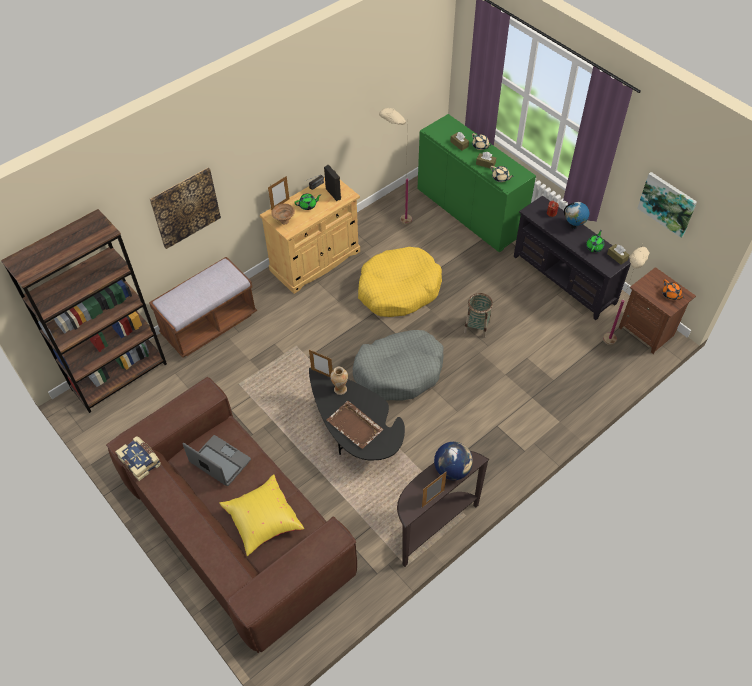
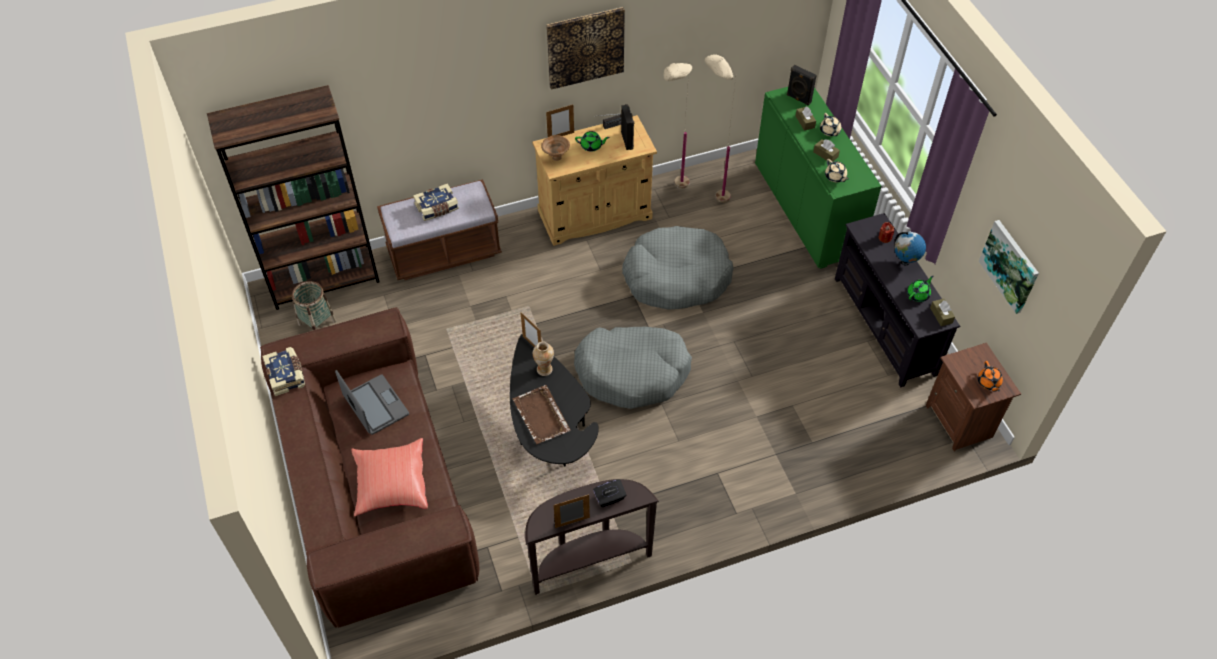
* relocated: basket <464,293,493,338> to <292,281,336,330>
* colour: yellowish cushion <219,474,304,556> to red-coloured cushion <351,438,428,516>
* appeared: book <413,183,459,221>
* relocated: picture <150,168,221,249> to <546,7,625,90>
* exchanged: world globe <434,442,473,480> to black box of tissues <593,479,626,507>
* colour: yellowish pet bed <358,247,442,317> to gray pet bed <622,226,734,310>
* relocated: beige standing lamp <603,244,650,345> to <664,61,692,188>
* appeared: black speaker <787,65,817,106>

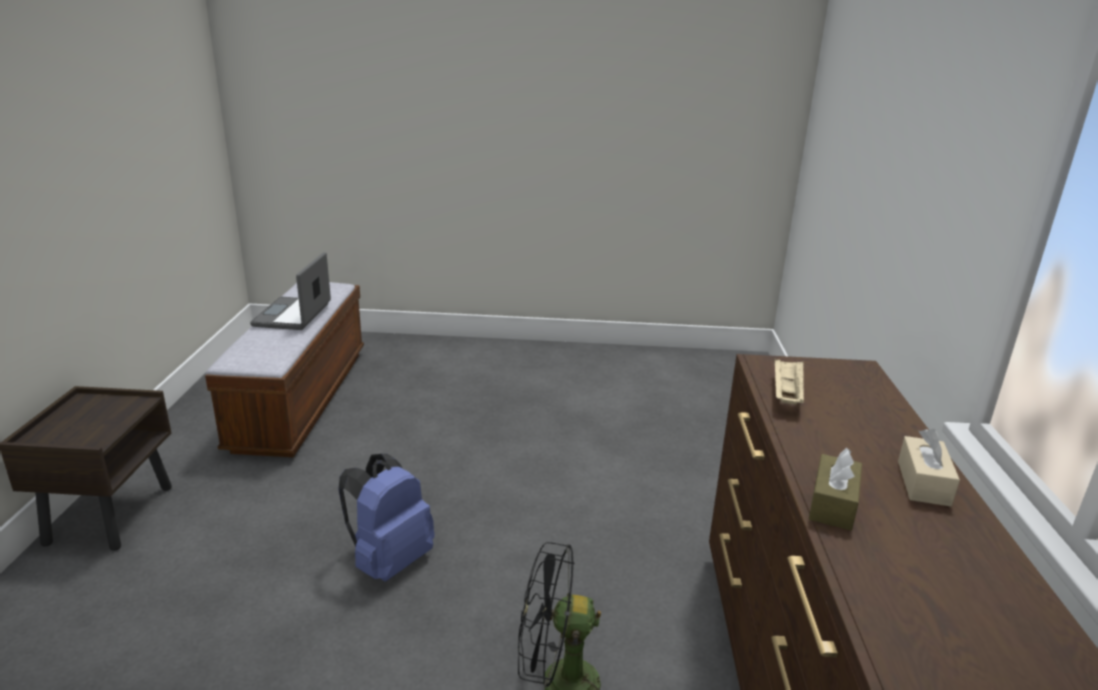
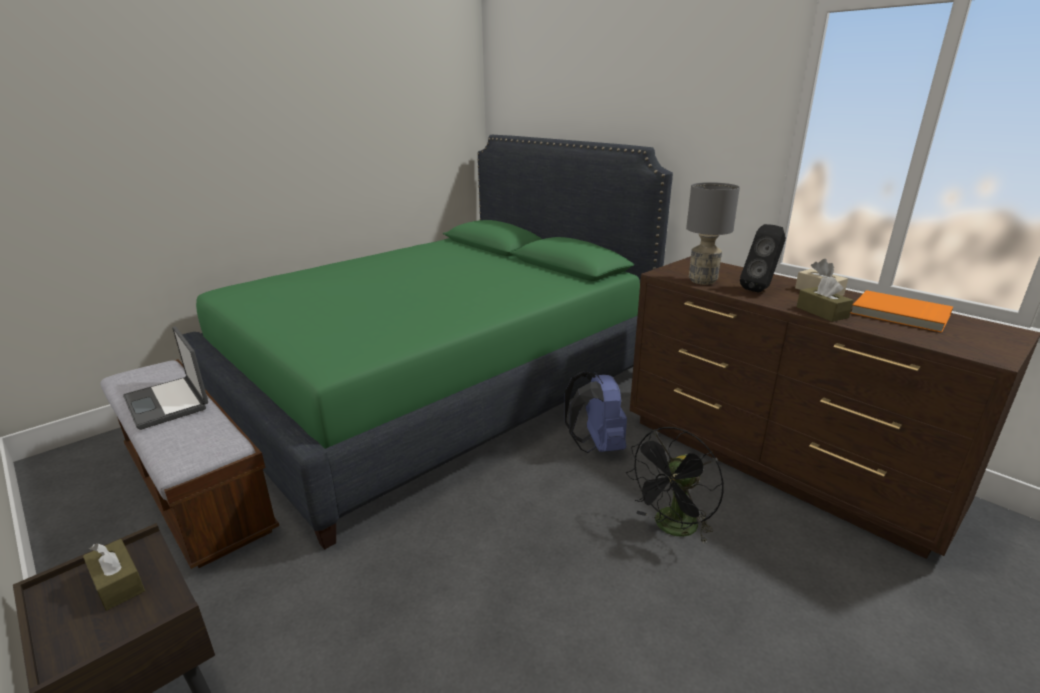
* appeared: brown-coloured box of tissues <83,539,145,611>
* appeared: green sleeping bed <182,135,673,550>
* relocated: blue backpack <339,453,435,581> to <565,371,627,453>
* exchanged: beige tray <775,359,804,404> to gray tabletop lamp <686,182,740,285>
* appeared: black speaker <740,224,786,293>
* appeared: orangey book <851,290,953,333>

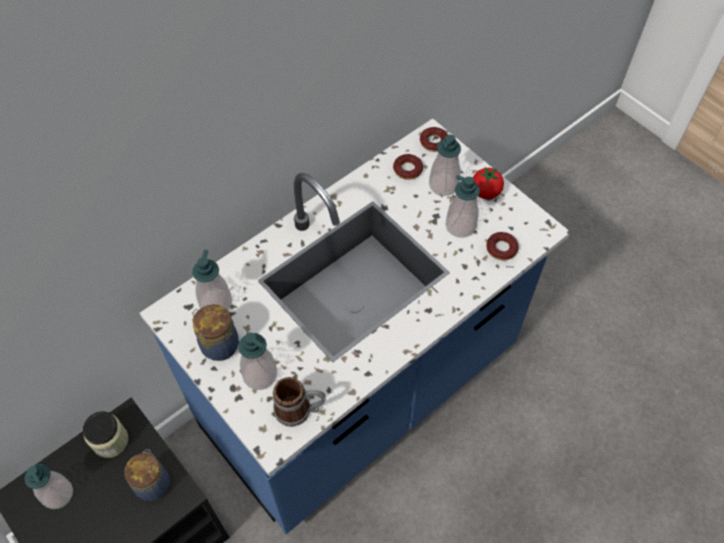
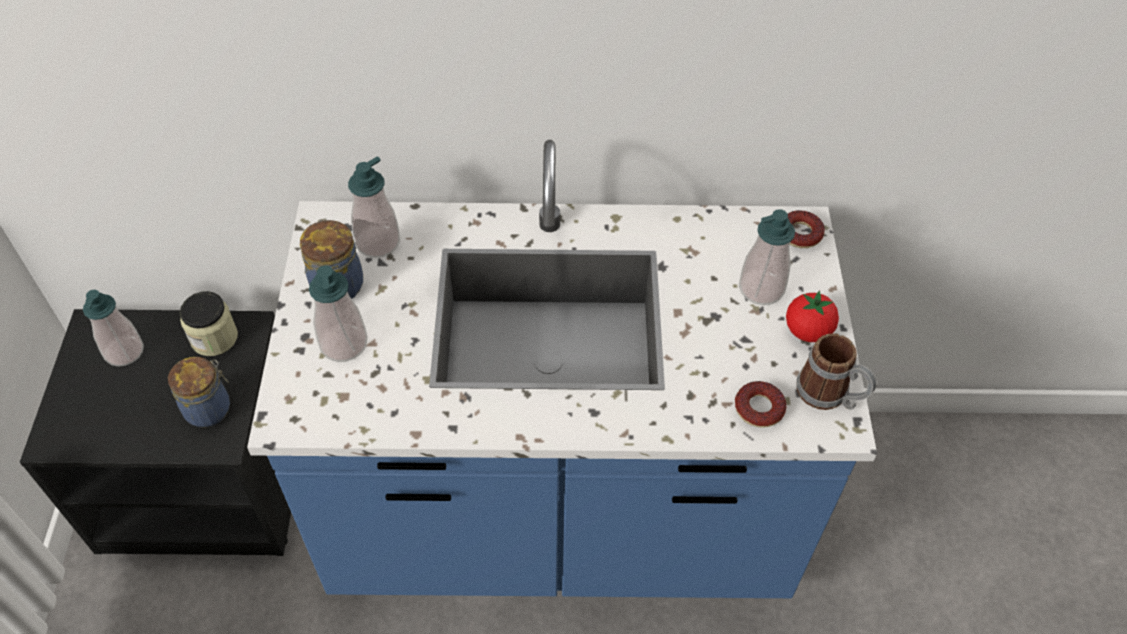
* relocated: mug <273,377,326,427> to <796,333,877,410>
* missing: ring doughnut <393,154,423,180>
* missing: soap dispenser <446,175,480,238>

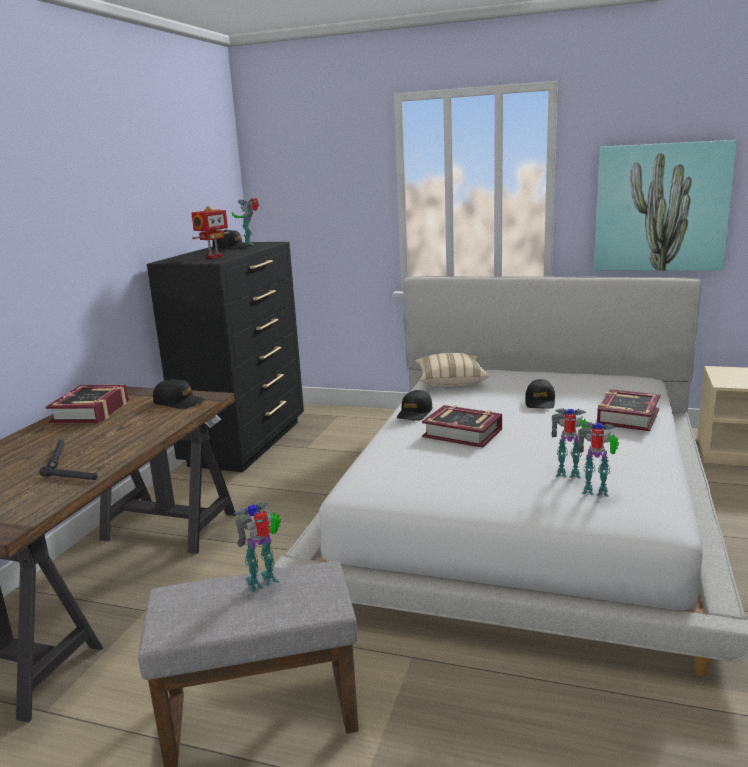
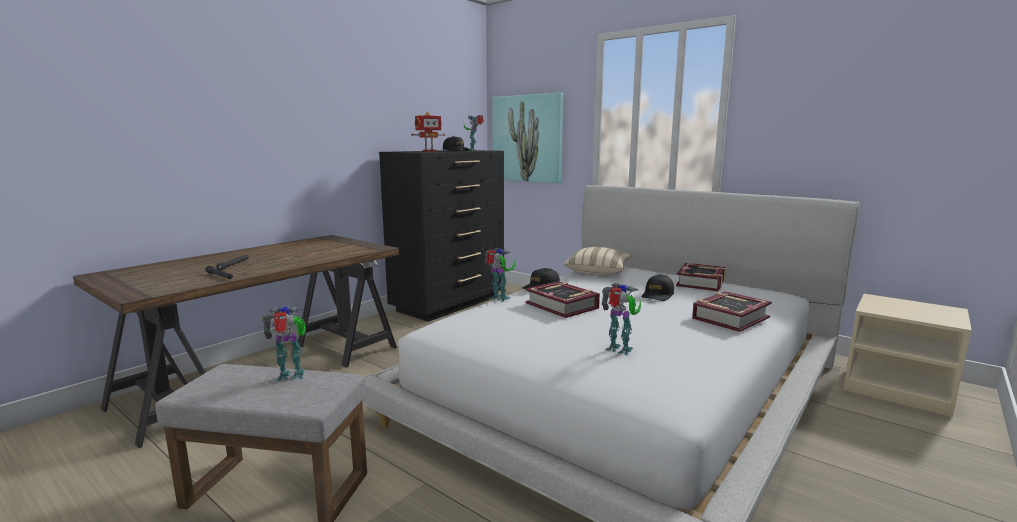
* relocated: toy robot <578,422,619,497> to <484,248,515,302>
* relocated: picture <594,140,737,271> to <492,93,563,183>
* relocated: book <46,385,129,423> to <676,263,726,292>
* missing: black peaked cap <153,379,205,409>

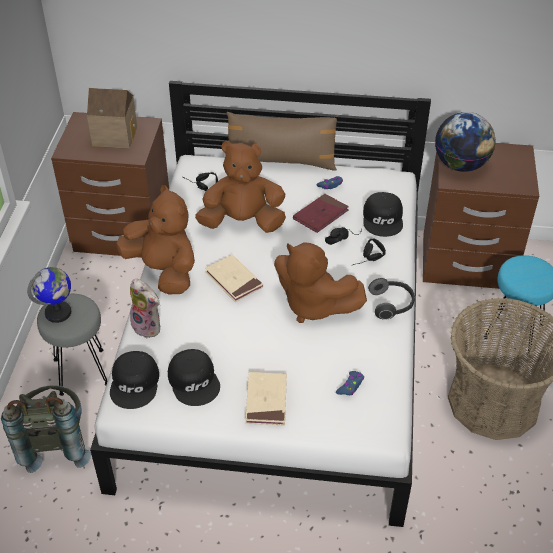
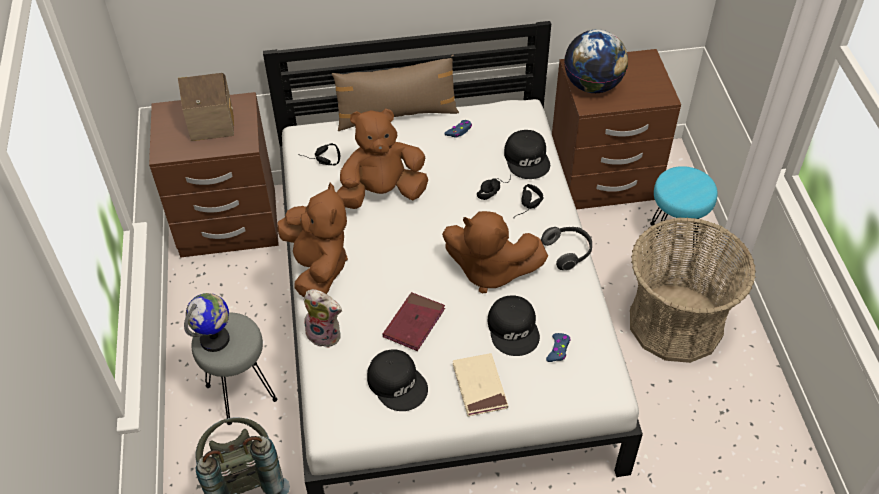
* spun: brown-coloured soft toy <116,185,195,295> = <277,183,348,297> 45 degrees clockwise
* relocated: red-coloured book <293,194,349,233> to <383,292,445,351>
* relocated: black peaked cap <110,351,159,409> to <488,295,540,356>
* missing: beige book <205,254,263,302>

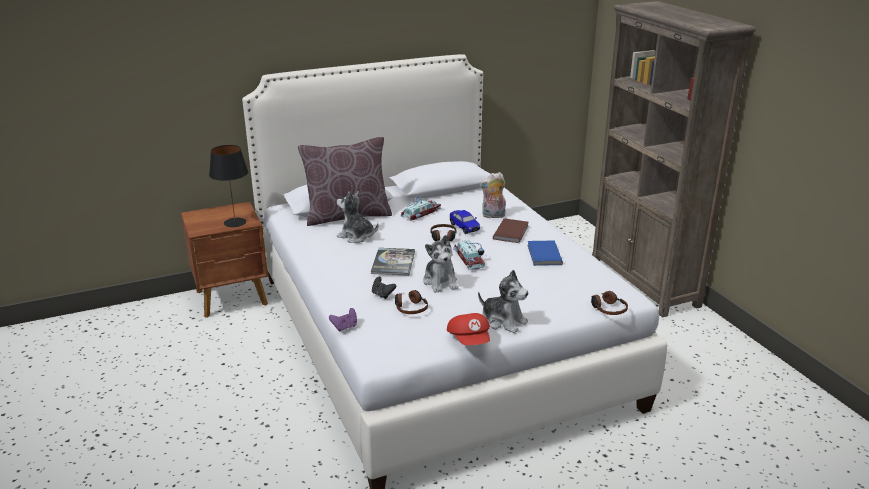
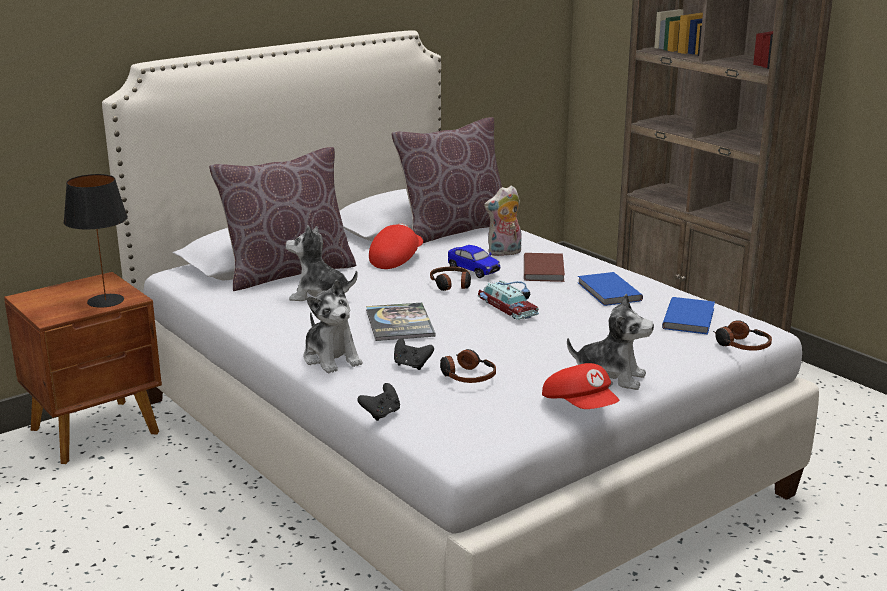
* relocated: soft toy <423,235,458,293> to <303,280,363,373>
* colour: purplish joypad <329,308,357,332> to black joypad <357,383,400,421>
* exchanged: miniature car <401,197,441,221> to red-coloured peaked cap <369,223,423,269>
* appeared: brown-coloured cushion <391,117,502,243>
* appeared: blue book <662,297,715,335>

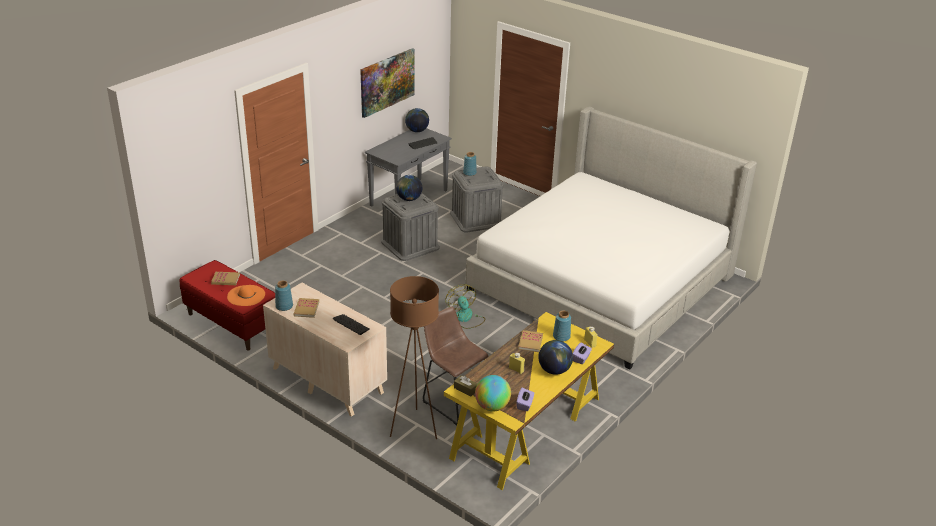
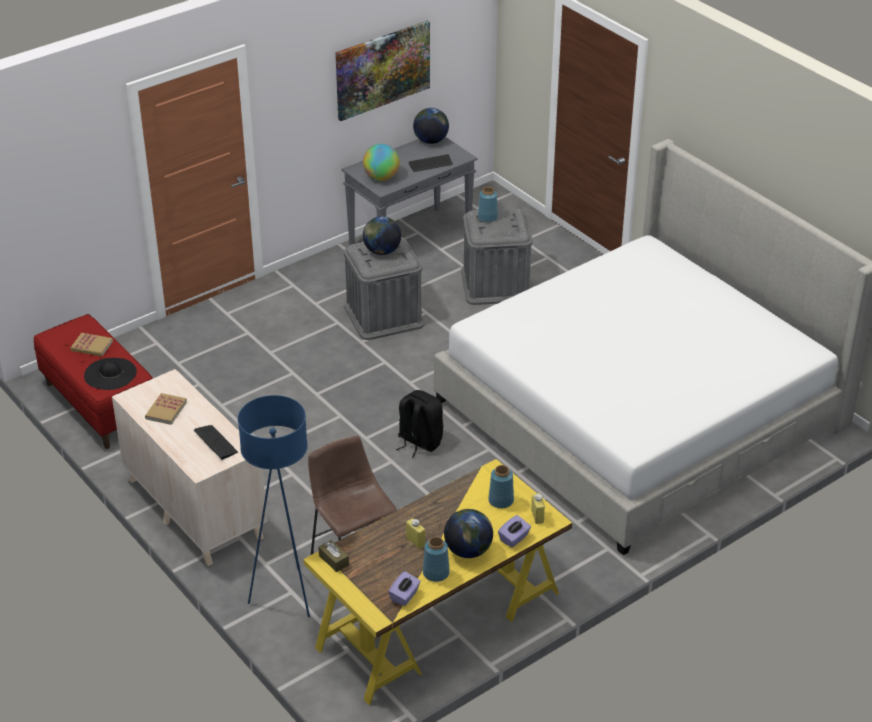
* colour: orangey clothing hat <227,285,265,306> to black clothing hat <84,358,137,390>
* colour: brown-coloured standing lamp <390,276,439,439> to blue standing lamp <238,395,310,617>
* relocated: world globe <475,375,511,411> to <363,144,400,181>
* exchanged: cooling fan <445,284,485,329> to black backpack <396,390,443,458>
* relocated: blue flower vase <275,281,293,311> to <423,537,450,582>
* missing: book <518,330,543,352>

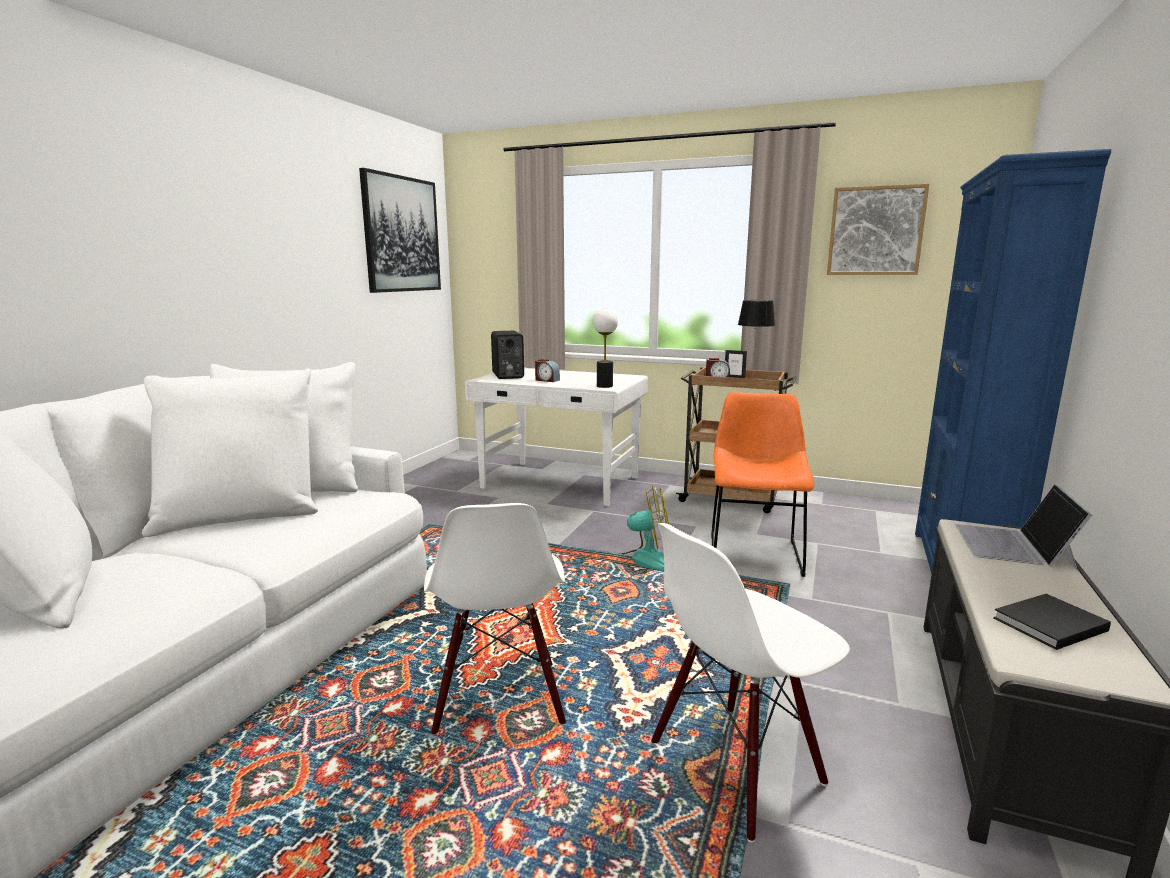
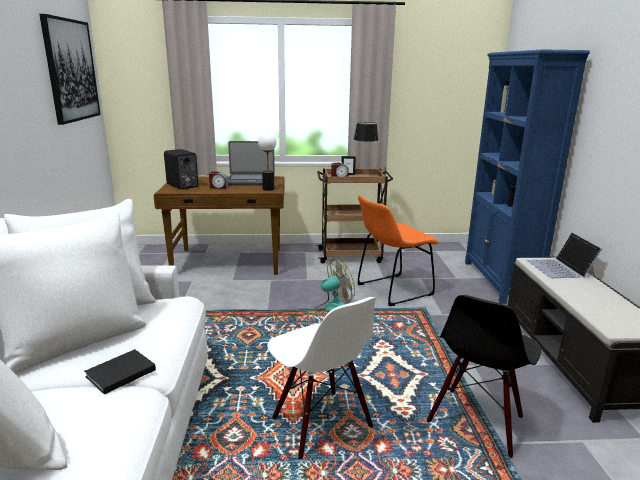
* relocated: black book <993,594,1111,650> to <84,349,156,395>
* colour: whitish desk unit <465,368,648,506> to brown-coloured desk unit <154,177,285,275>
* appeared: notebook computer <228,141,275,185>
* spun: orangey plain chair <711,392,814,577> = <357,195,439,306> 105 degrees counterclockwise
* colour: whitish plain chair <651,523,850,843> to black plain chair <426,295,541,458>
* missing: picture <827,184,929,275>

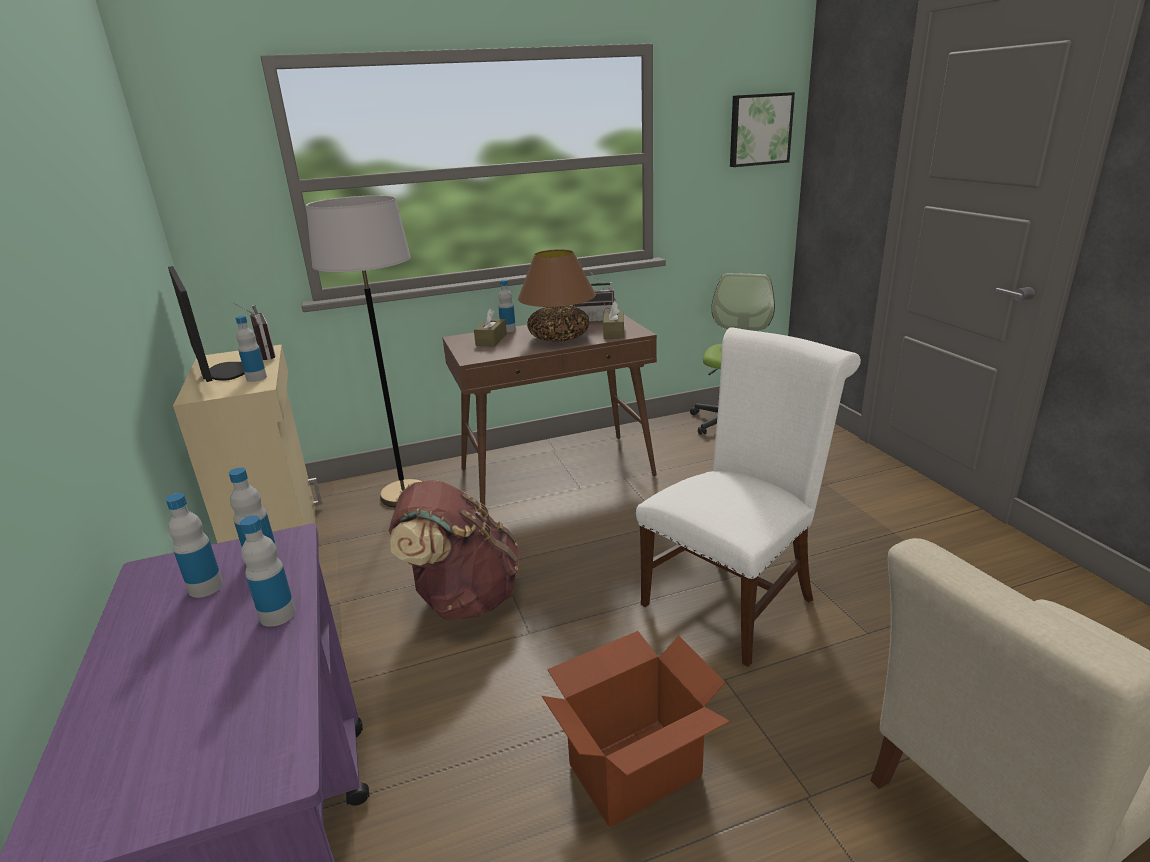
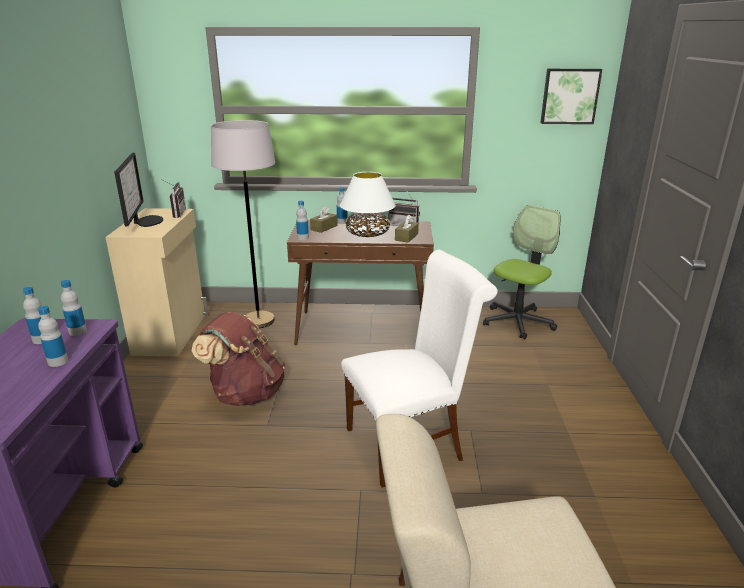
* relocated: beverage bottle <235,316,267,382> to <296,201,309,240>
* colour: brown-coloured tabletop lamp <518,249,596,341> to whitish tabletop lamp <340,172,396,237>
* missing: carton <542,631,730,827>

